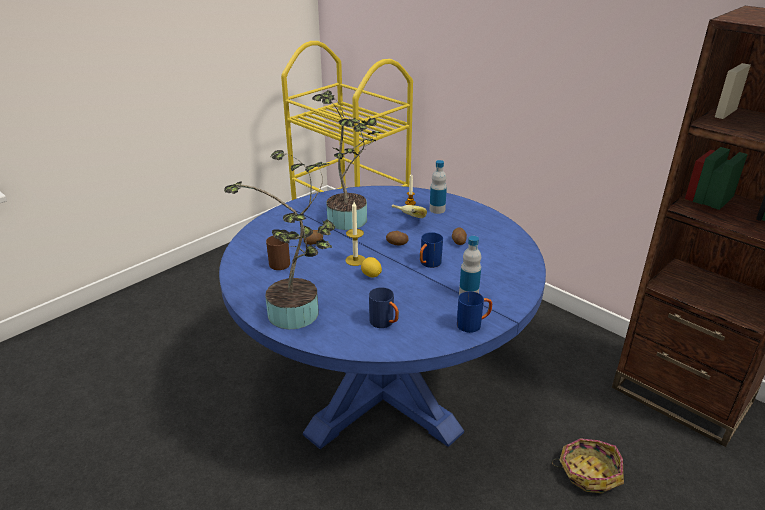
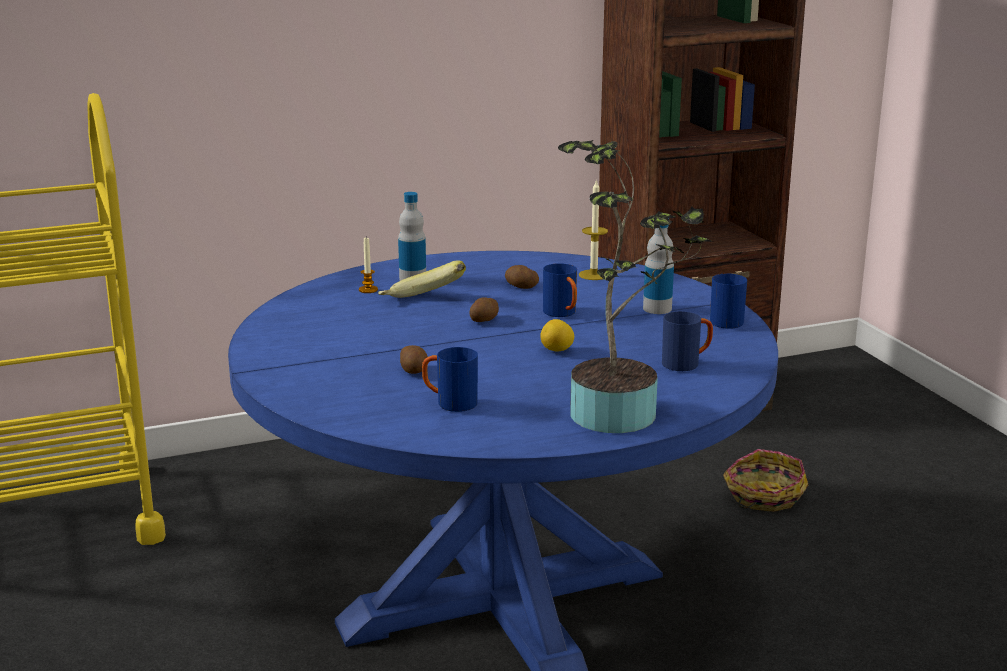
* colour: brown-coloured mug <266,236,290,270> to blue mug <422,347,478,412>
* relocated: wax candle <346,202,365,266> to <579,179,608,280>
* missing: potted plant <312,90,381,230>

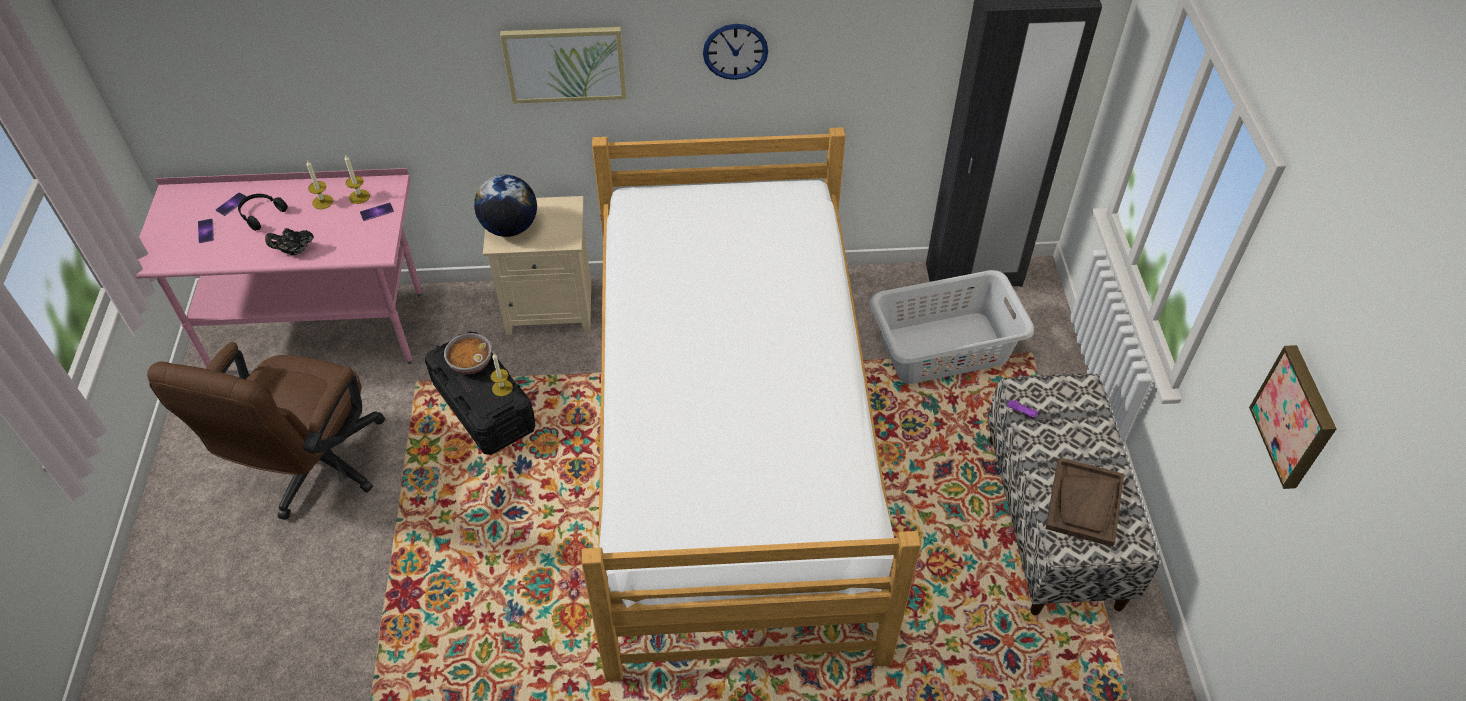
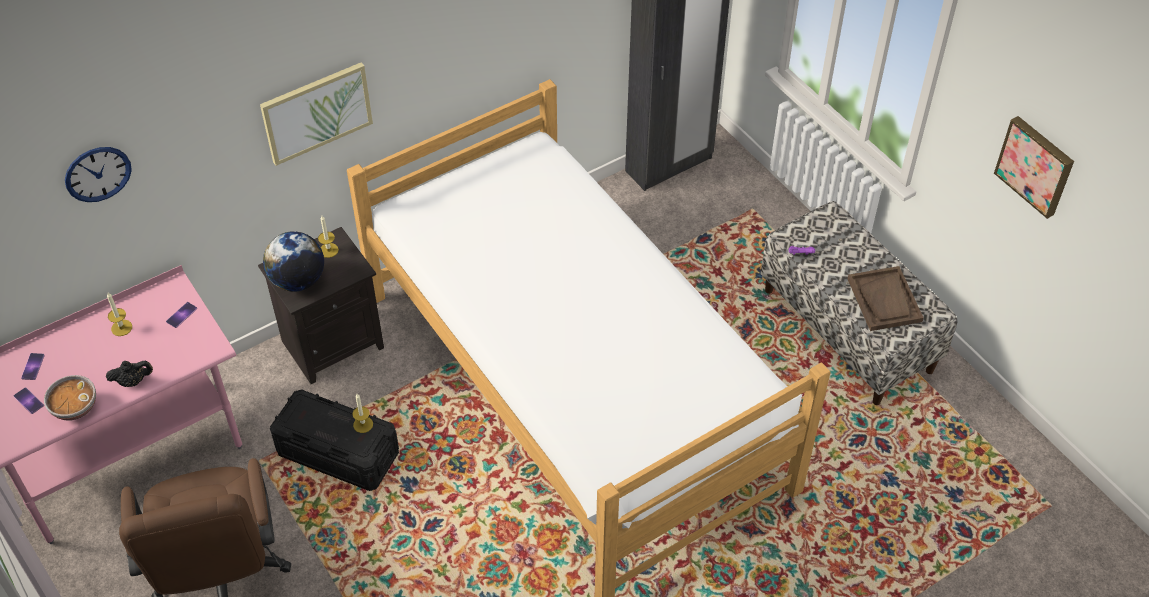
* relocated: deep dish <444,333,492,374> to <44,375,96,421>
* relocated: clock on the wall <703,24,768,80> to <65,147,132,202>
* spun: black tea pot <265,228,314,255> = <106,361,153,387> 150 degrees counterclockwise
* colour: beige nightstand <483,196,591,335> to black nightstand <258,227,384,384>
* relocated: wax candle <345,154,370,204> to <318,216,339,258>
* missing: black headphones <238,194,288,231>
* missing: gray hamper <869,270,1034,384>

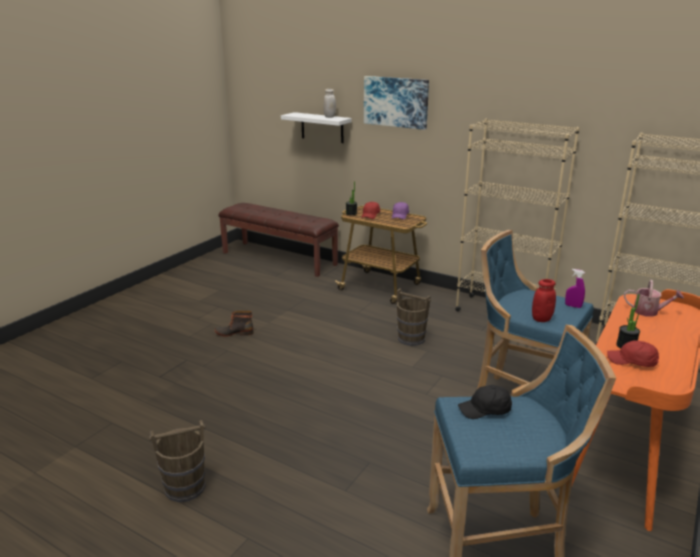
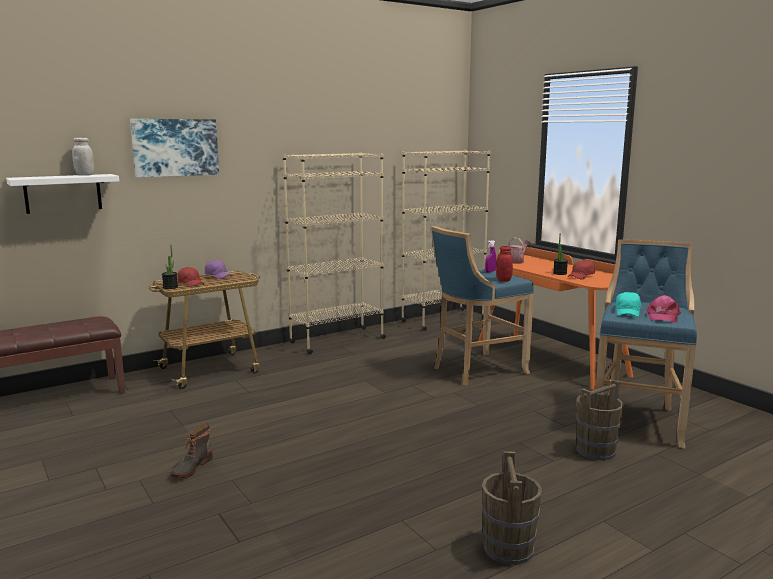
* relocated: brown-coloured water bucket <397,288,431,346> to <576,379,624,460>
* colour: black peaked cap <458,385,512,419> to blue-green peaked cap <616,292,641,317>
* appeared: pink peaked cap <646,295,681,323>

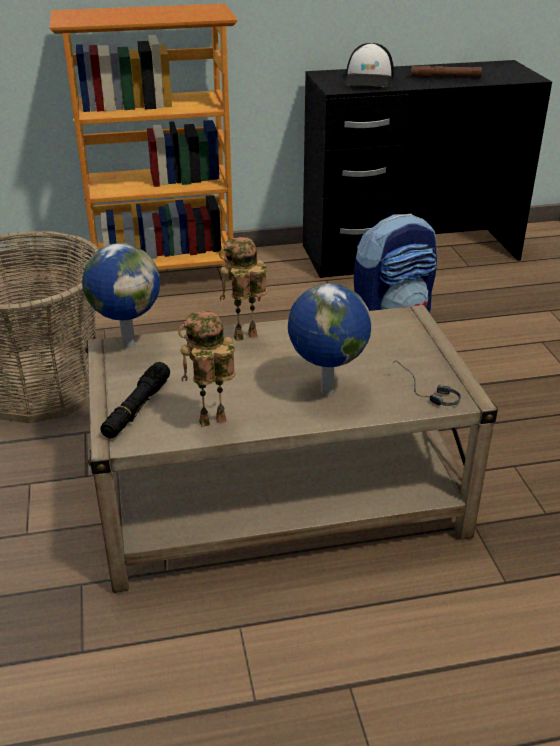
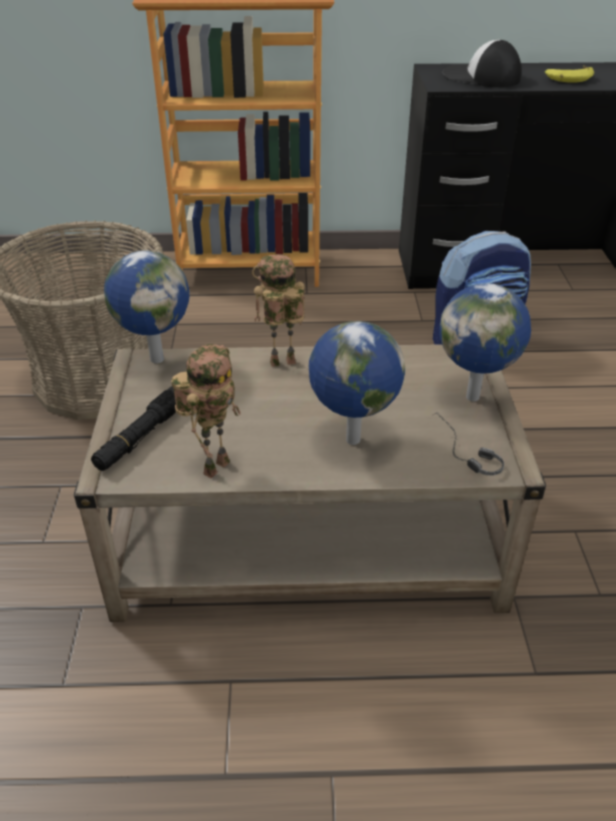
* spun: toy robot <178,311,235,427> = <171,344,241,478> 135 degrees clockwise
* appeared: world globe <439,283,531,401>
* spun: peaked cap <344,42,394,87> = <443,39,521,87> 105 degrees clockwise
* exchanged: brown-coloured torch <410,66,482,77> to banana fruit <545,66,594,82>

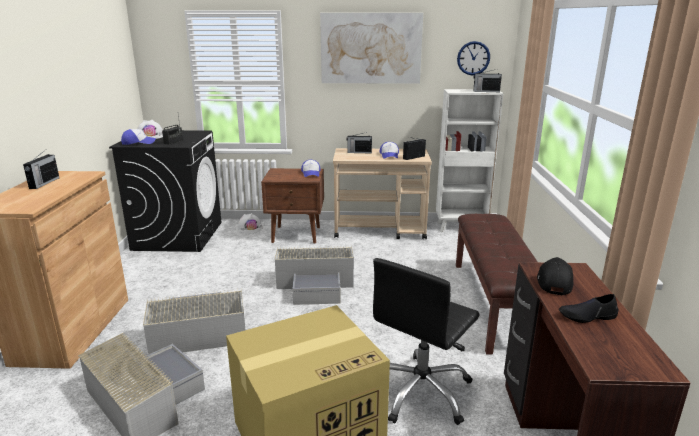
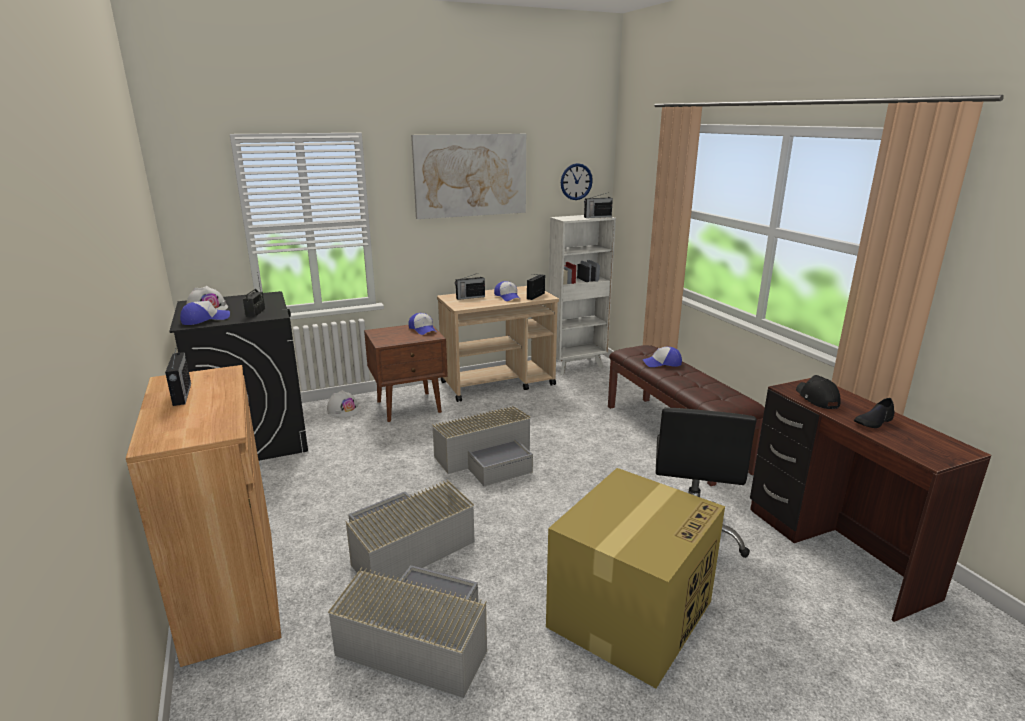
* appeared: peaked cap <643,347,682,367>

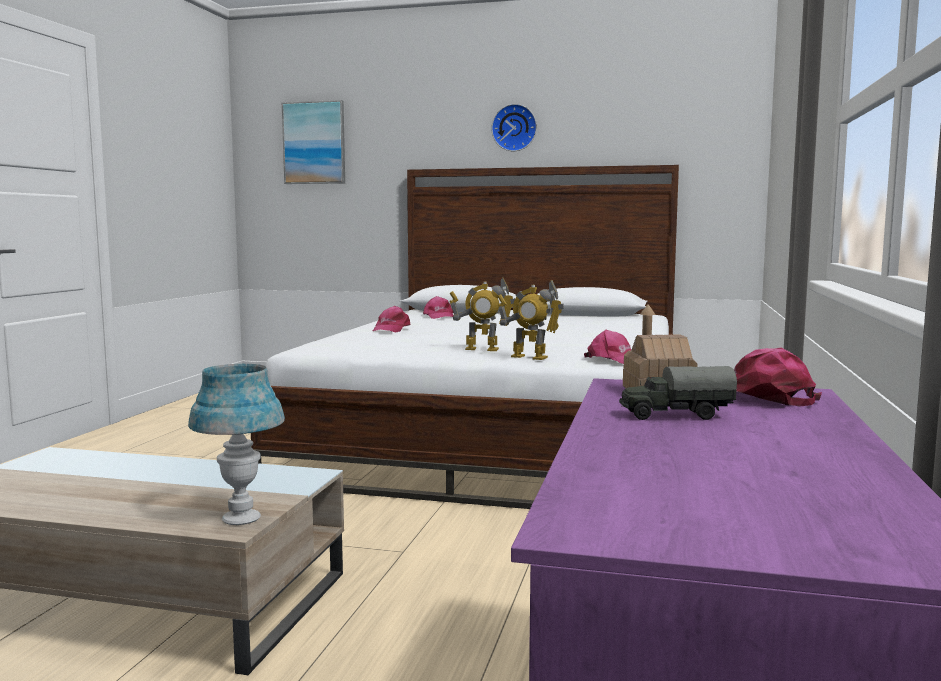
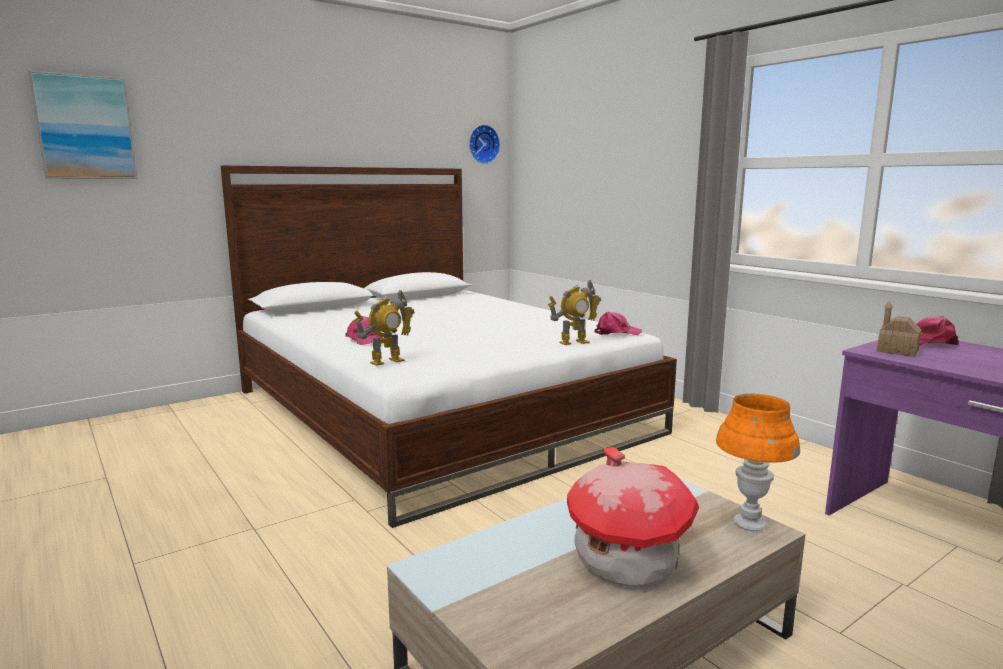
* relocated: toy robot <449,277,515,351> to <353,290,415,366>
* relocated: clock on the wall <491,104,537,151> to <469,125,500,164>
* appeared: model house <567,447,699,587>
* colour: blue tabletop lamp <188,364,285,525> to orangey tabletop lamp <716,394,800,531>
* missing: pink peaked cap <423,296,453,319>
* missing: toy lorry <619,366,737,420>

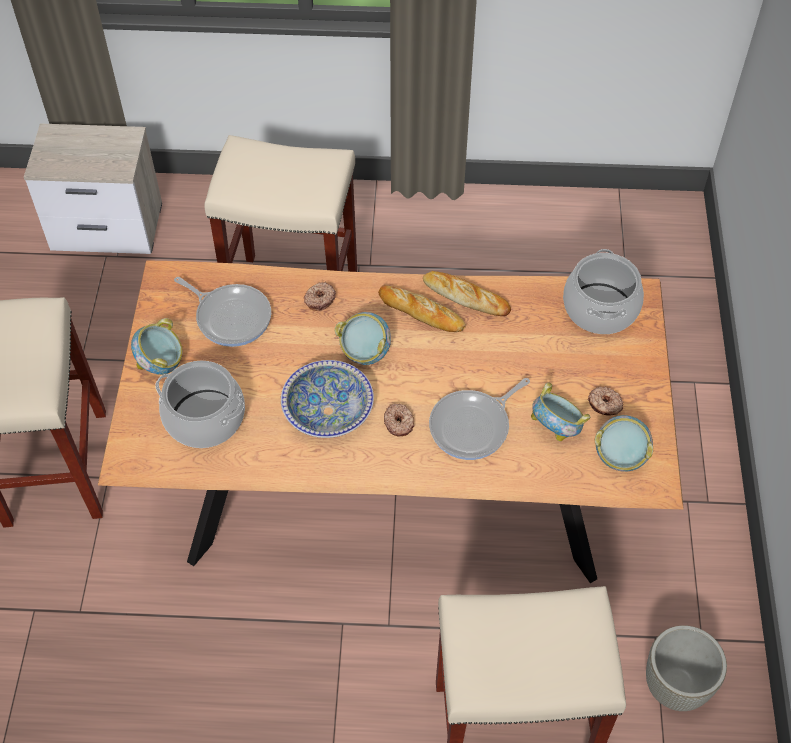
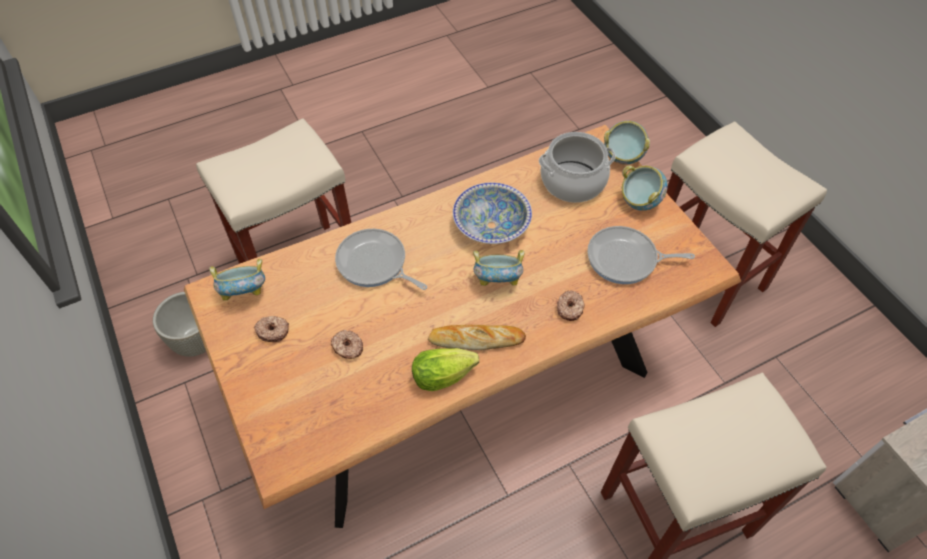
* relocated: ring doughnut <384,404,415,436> to <331,330,363,359>
* spun: frying pan <429,378,530,460> = <335,229,427,290> 75 degrees counterclockwise
* exchanged: baked bread <423,271,511,316> to head of lettuce <412,348,479,391>
* relocated: deep dish <531,382,590,441> to <604,121,650,164>
* missing: saucepot <563,249,644,334>

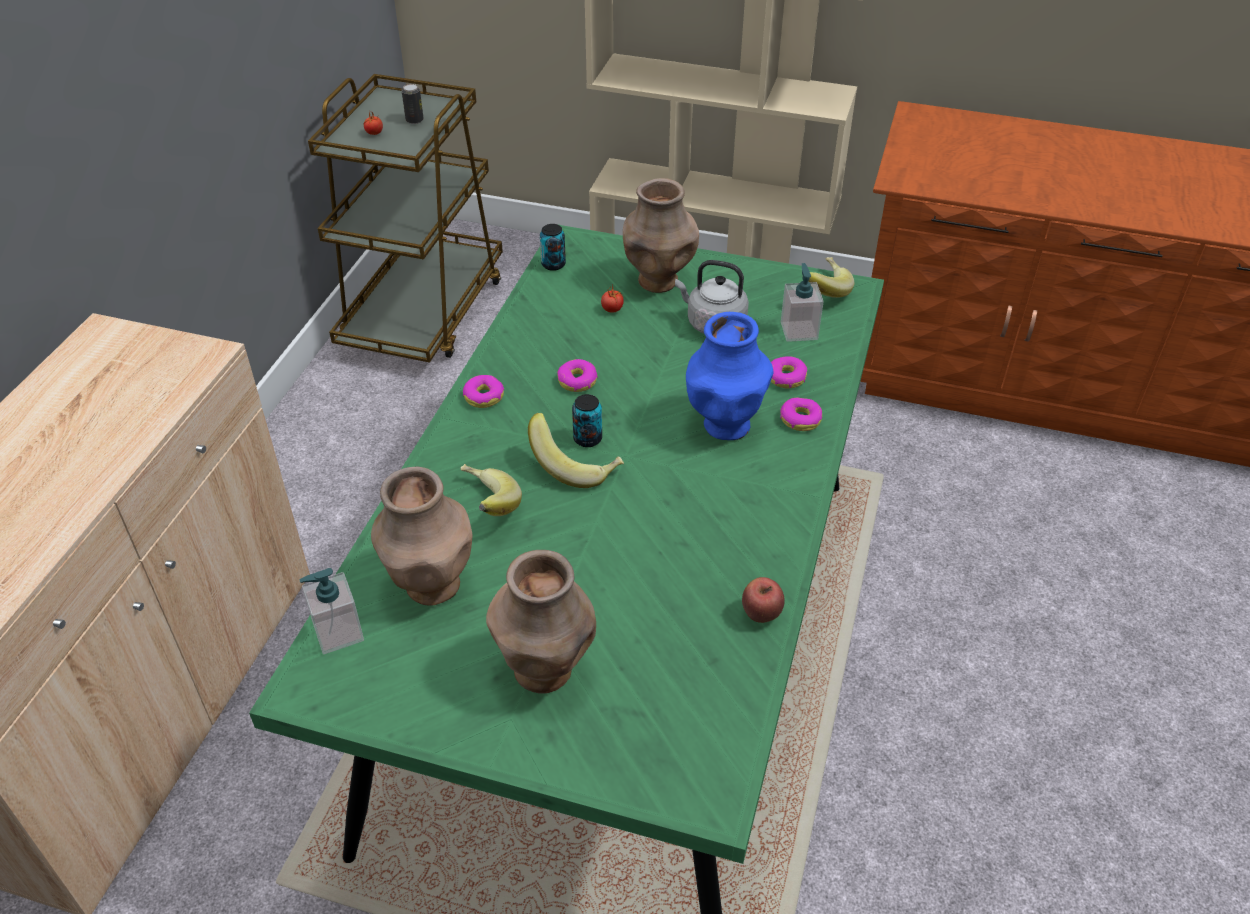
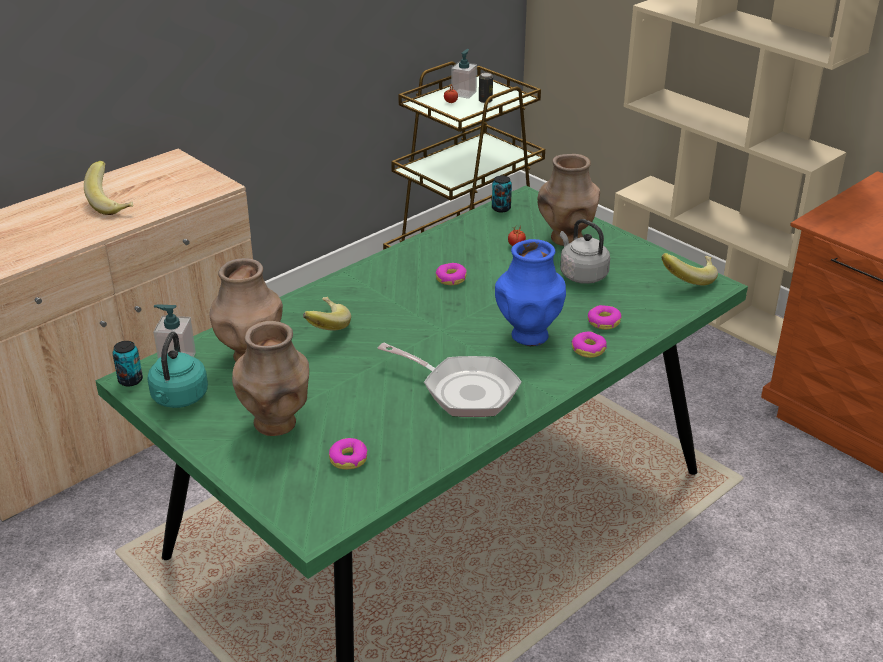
* relocated: banana fruit <528,413,624,488> to <84,161,133,215>
* relocated: can <572,394,602,447> to <113,341,143,387>
* appeared: blue-green tea kettle <147,332,208,408>
* relocated: ring doughnut <463,375,504,408> to <329,438,367,469>
* appeared: frying pan <378,343,522,417>
* relocated: soap dispenser <781,263,824,342> to <451,49,477,99>
* missing: apple fruit <742,577,785,623>

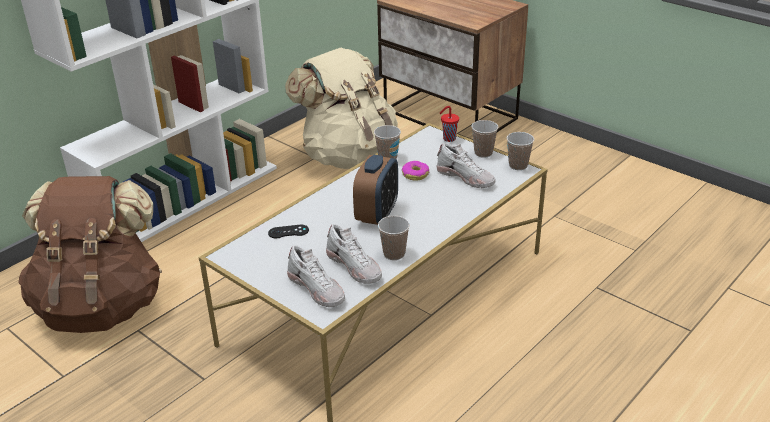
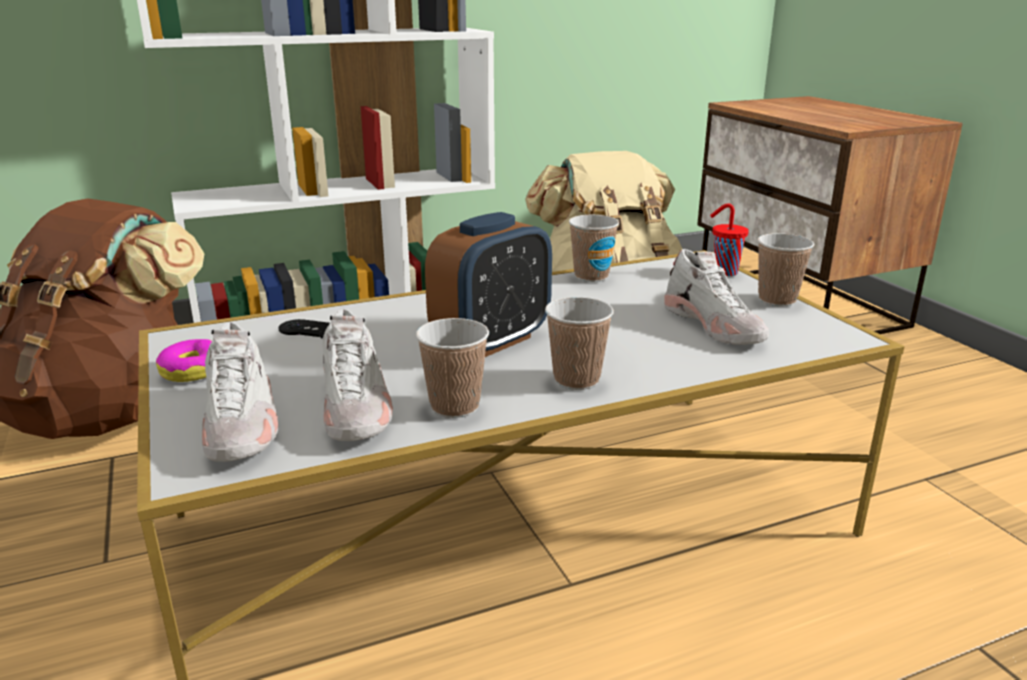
* relocated: ring doughnut <402,161,429,181> to <156,339,212,382>
* relocated: drinking cup <507,132,534,170> to <545,297,614,390>

